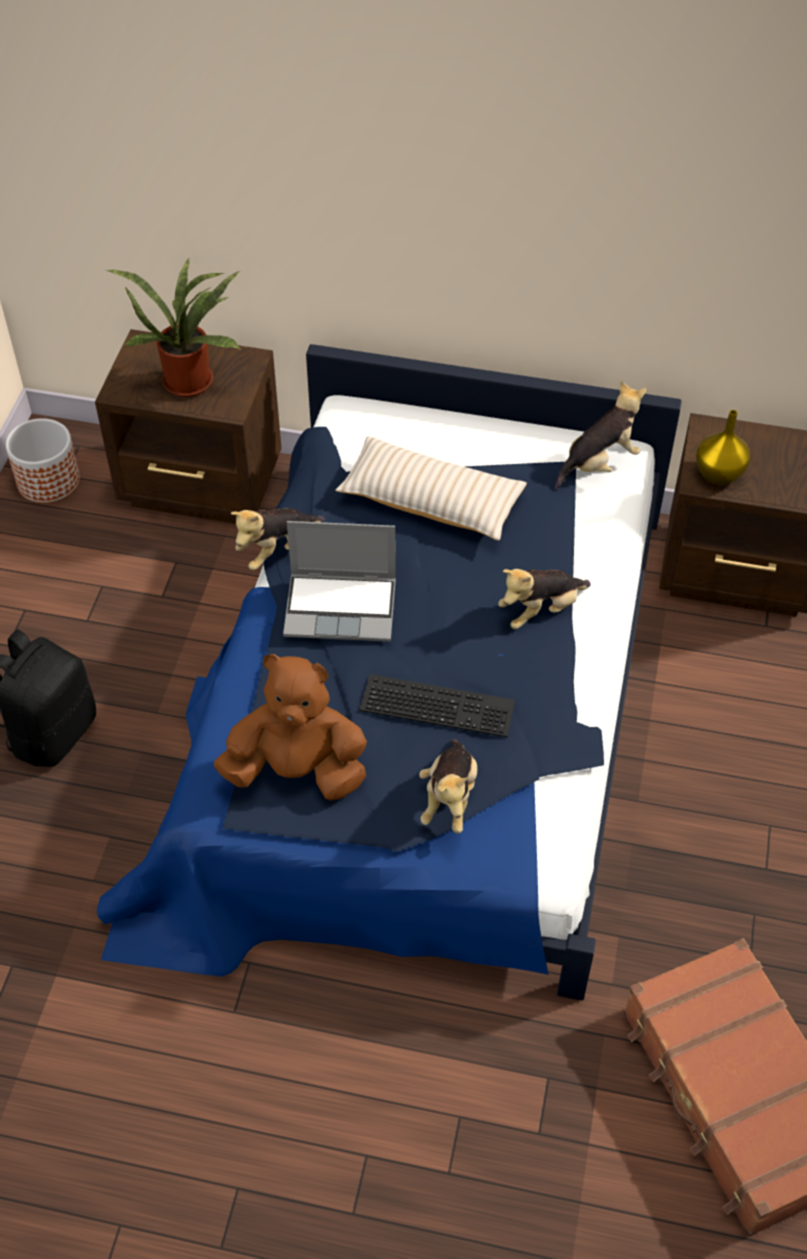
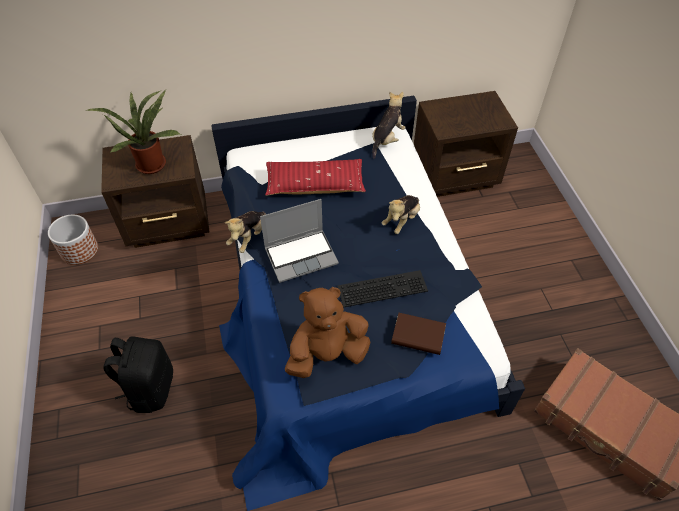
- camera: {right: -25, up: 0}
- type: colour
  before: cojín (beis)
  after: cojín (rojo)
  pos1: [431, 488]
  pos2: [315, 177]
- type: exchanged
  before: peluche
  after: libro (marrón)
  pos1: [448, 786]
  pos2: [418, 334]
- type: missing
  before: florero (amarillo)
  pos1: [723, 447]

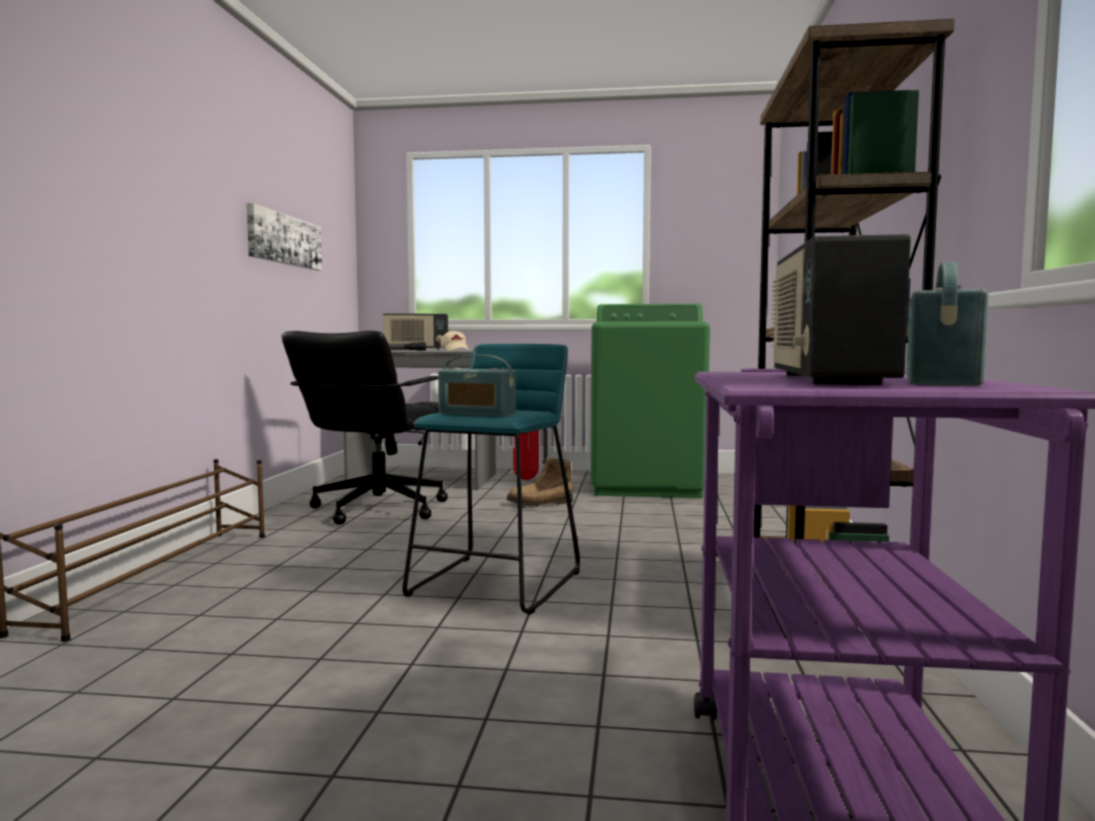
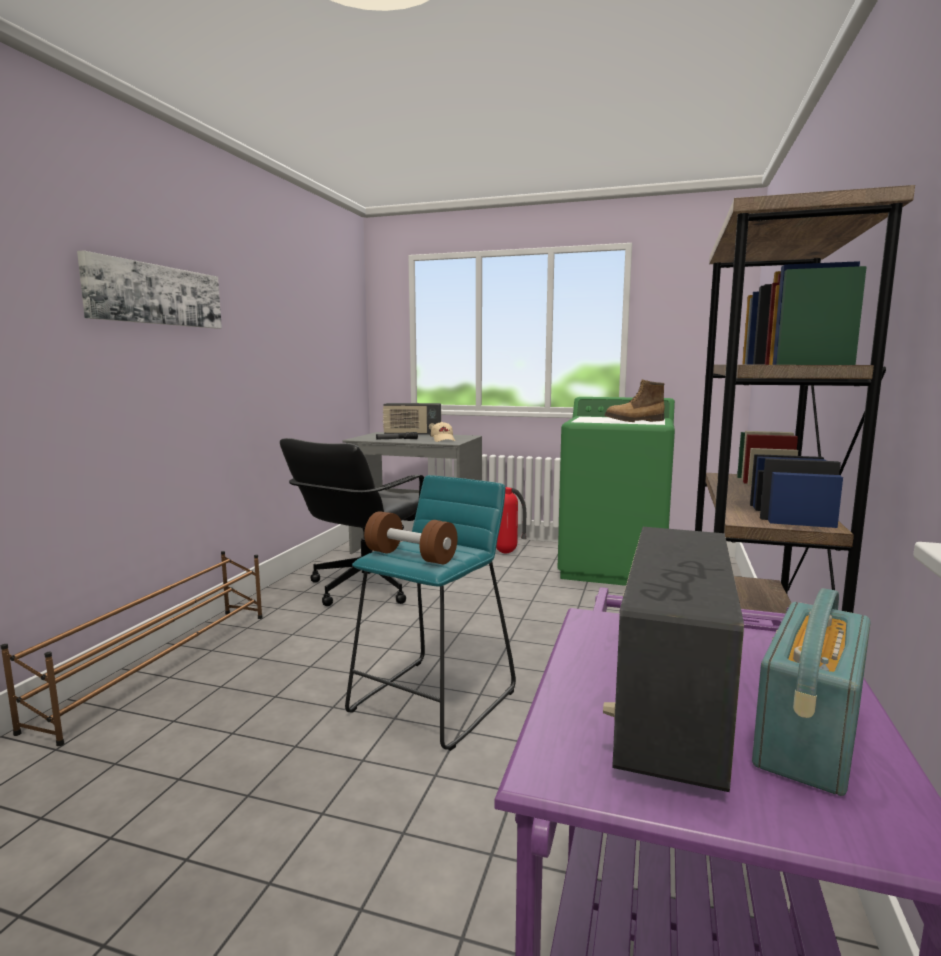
- camera: {right: 10, up: 5}
- type: relocated
  before: cuadro
  pos1: [284, 236]
  pos2: [149, 289]
- type: exchanged
  before: radio
  after: mancuerna (marrón)
  pos1: [477, 385]
  pos2: [411, 537]
- type: relocated
  before: bota
  pos1: [539, 482]
  pos2: [634, 401]

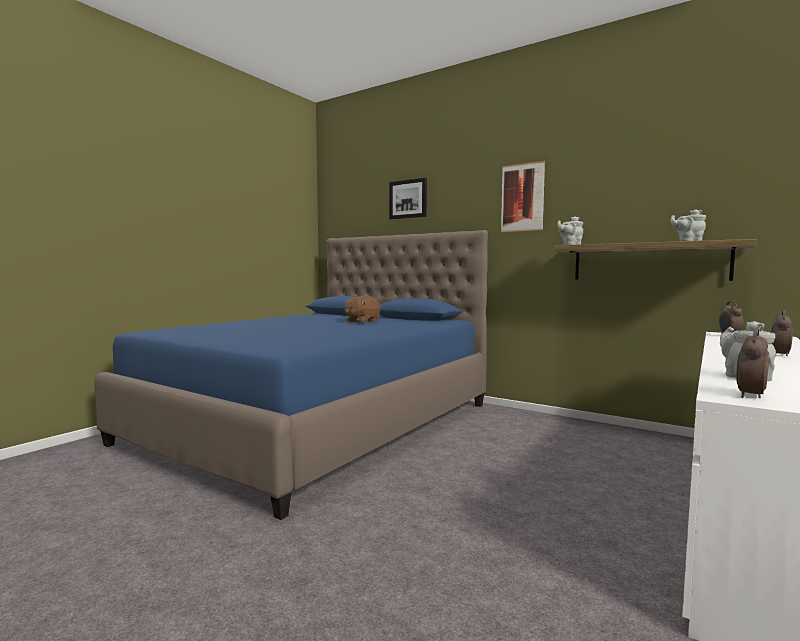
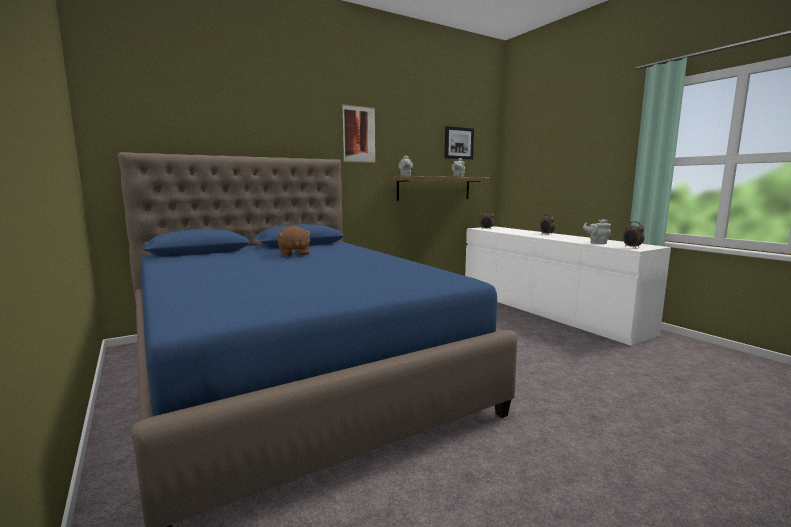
- camera: {right: -65, up: 5}
- type: relocated
  before: cuadro
  pos1: [408, 199]
  pos2: [459, 143]

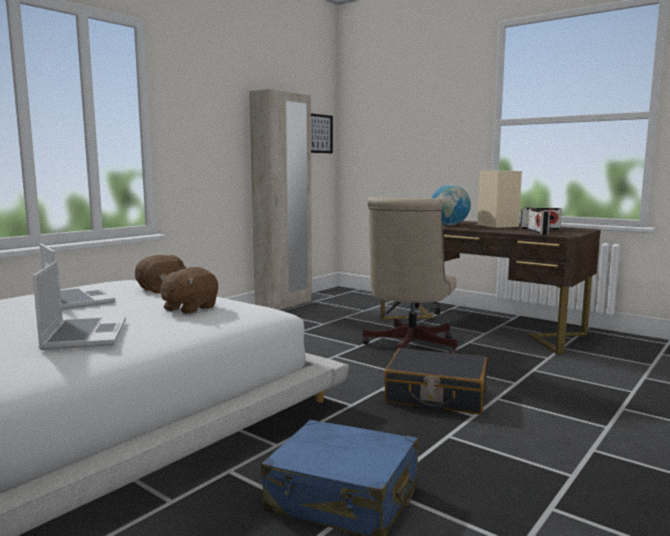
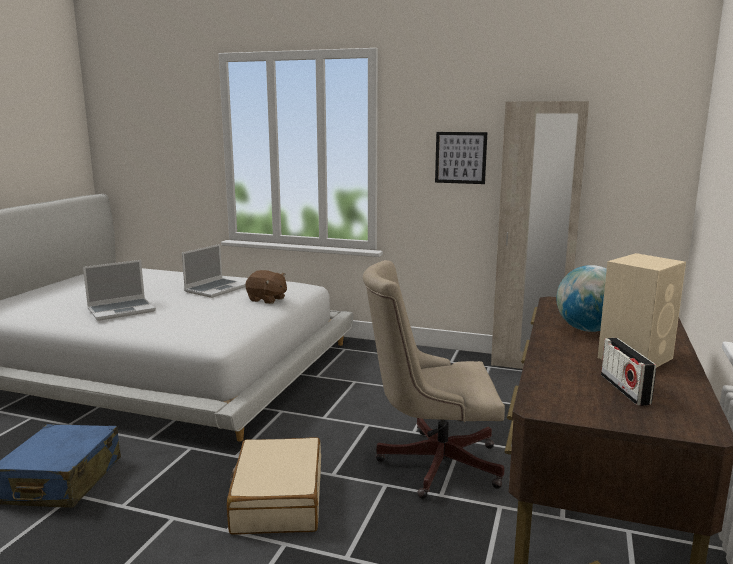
- camera: {right: 70, up: 5}
- type: missing
  before: peluche (marrón)
  pos1: [188, 290]
- type: relocated
  before: cuadro
  pos1: [322, 133]
  pos2: [461, 158]
- type: colour
  before: maleta (negro)
  after: maleta (beis)
  pos1: [435, 381]
  pos2: [274, 485]
- type: missing
  before: radio
  pos1: [538, 221]

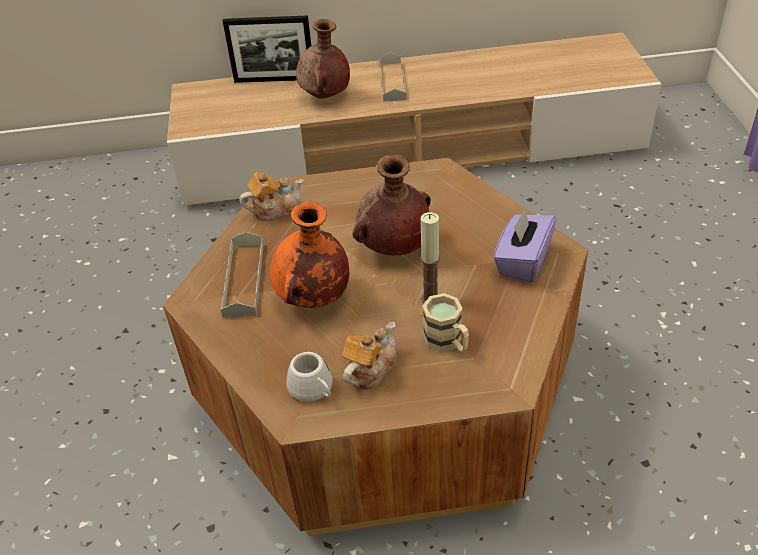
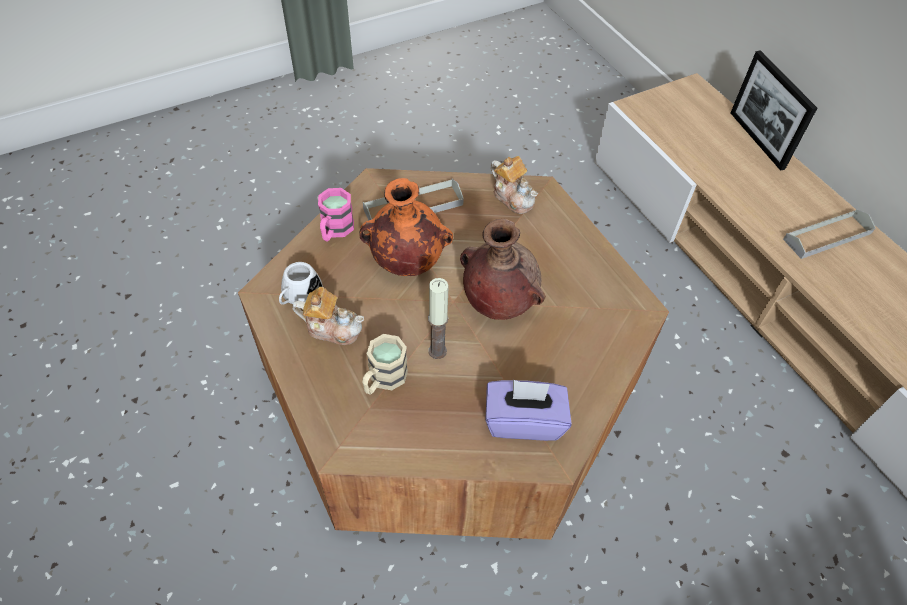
- camera: {right: 65, up: 10}
- type: missing
  before: florero (marrón)
  pos1: [323, 58]
- type: appeared
  after: taza grande (rosa)
  pos2: [336, 214]

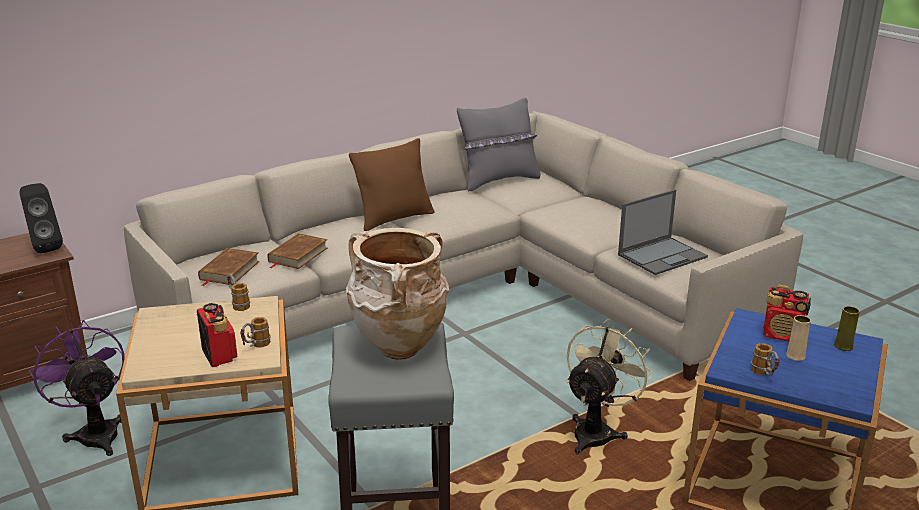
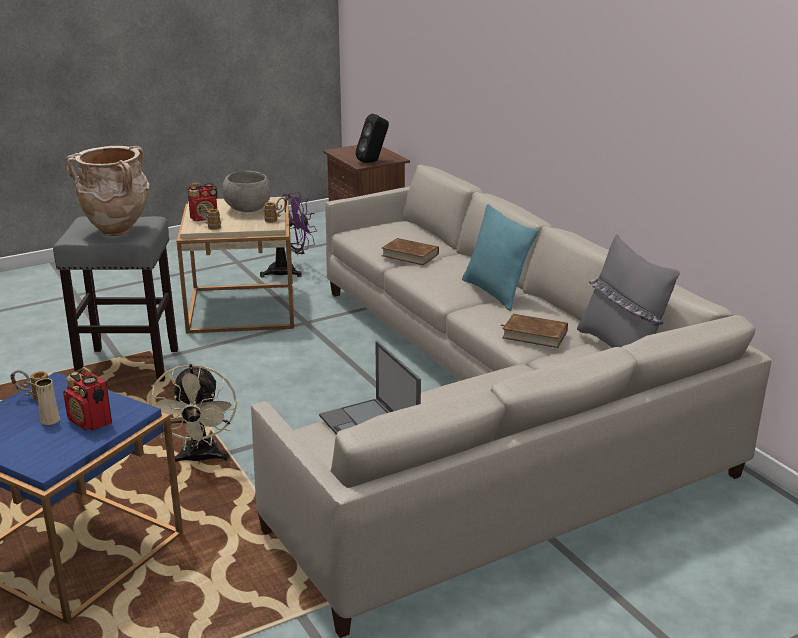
- camera: {right: 95, up: 0}
- type: relocated
  before: libro (marrón)
  pos1: [229, 267]
  pos2: [534, 331]
- type: colour
  before: cojín (marrón)
  after: cojín (turquesa)
  pos1: [391, 184]
  pos2: [500, 257]
- type: spun
  before: ventilador (beis)
  pos1: [610, 387]
  pos2: [193, 414]
  turn: 45
- type: spun
  before: radio
  pos1: [787, 313]
  pos2: [87, 399]
  turn: -75
- type: missing
  before: florero (amarillo)
  pos1: [847, 328]
- type: appeared
  after: cuenco (gris)
  pos2: [246, 191]

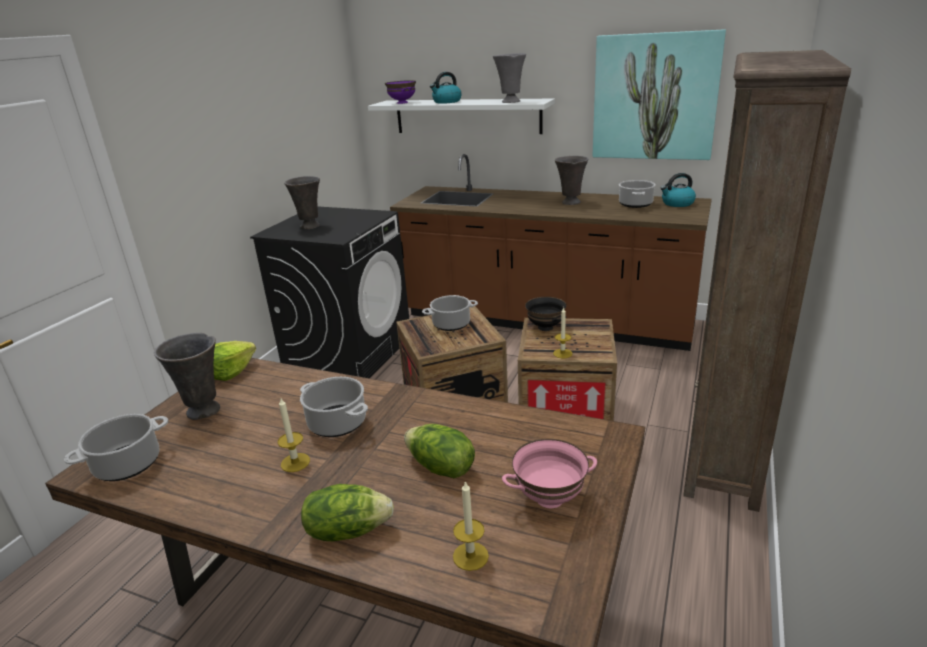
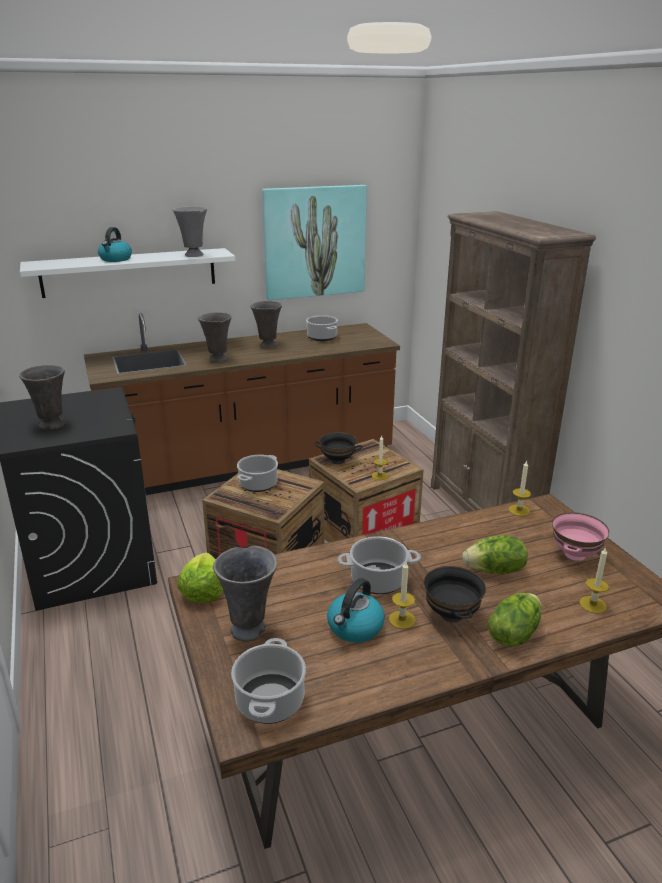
- camera: {right: -45, up: 0}
- type: missing
  before: cuenco (morado)
  pos1: [400, 92]
- type: relocated
  before: hervidor
  pos1: [678, 190]
  pos2: [356, 610]
- type: appeared
  after: florero (gris)
  pos2: [215, 337]
- type: appeared
  after: cuenco (negro)
  pos2: [455, 594]
- type: appeared
  after: vela
  pos2: [519, 488]

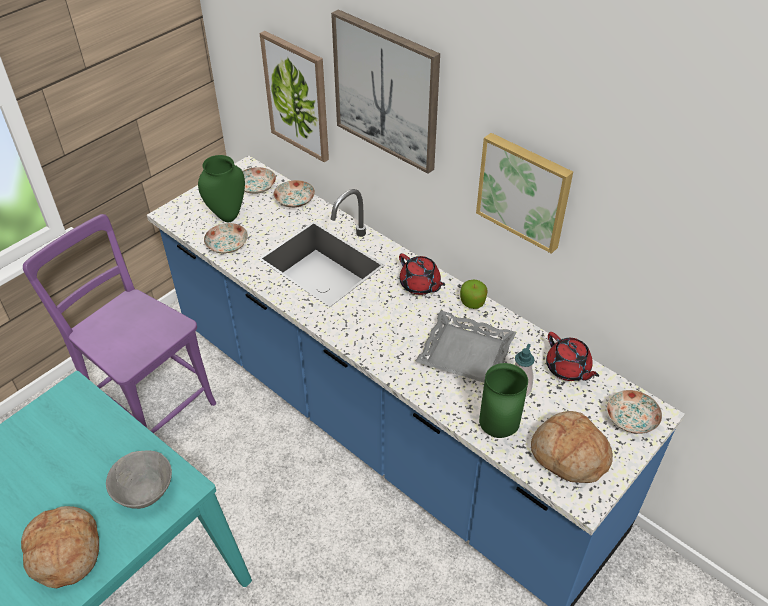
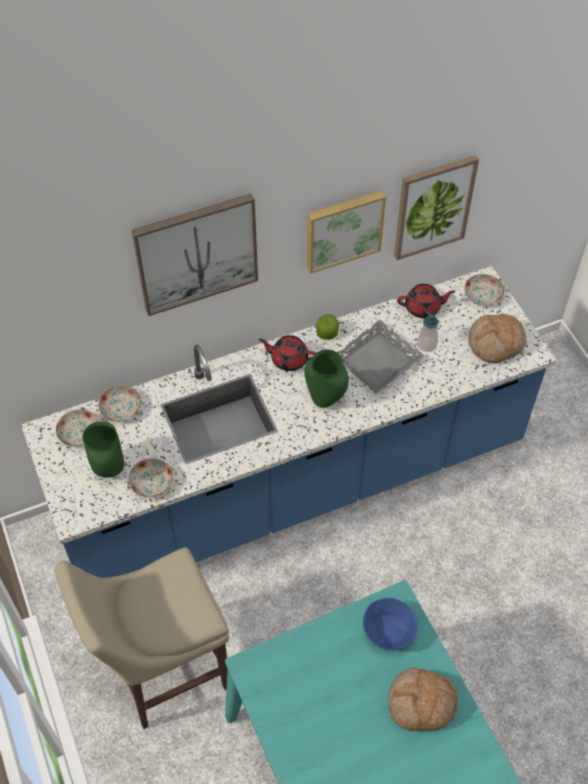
- camera: {right: -65, up: 10}
- type: exchanged
  before: silla (morado)
  after: taburete (beis)
  pos1: [119, 323]
  pos2: [142, 638]
- type: colour
  before: cuenco (gris)
  after: cuenco (azul)
  pos1: [139, 479]
  pos2: [390, 624]
- type: relocated
  before: cuadro
  pos1: [294, 96]
  pos2: [436, 207]
- type: spun
  before: tetera (rojo)
  pos1: [422, 274]
  pos2: [287, 353]
  turn: -150
- type: relocated
  before: florero (verde)
  pos1: [503, 400]
  pos2: [326, 378]

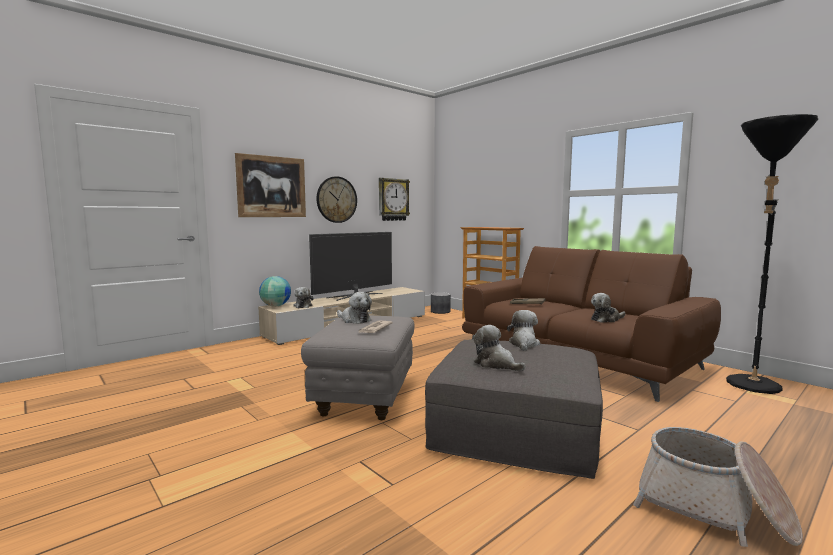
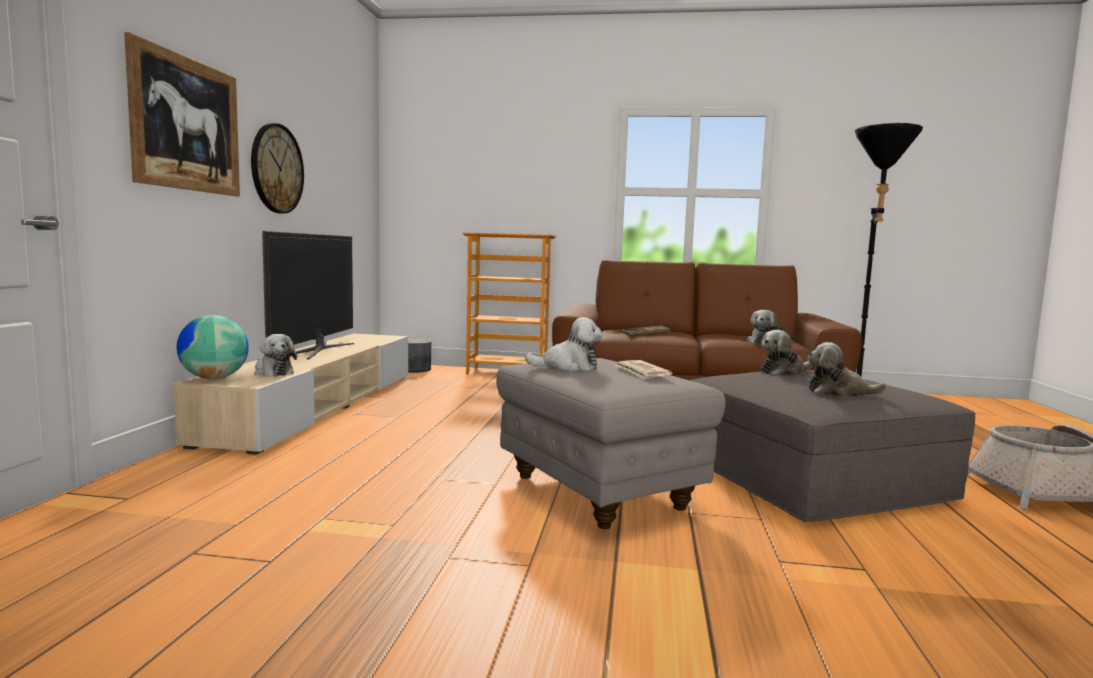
- camera: {right: -40, up: 0}
- type: missing
  before: reloj de pared
  pos1: [394, 199]
- type: spun
  before: peluche
  pos1: [523, 330]
  pos2: [786, 353]
  turn: -90

